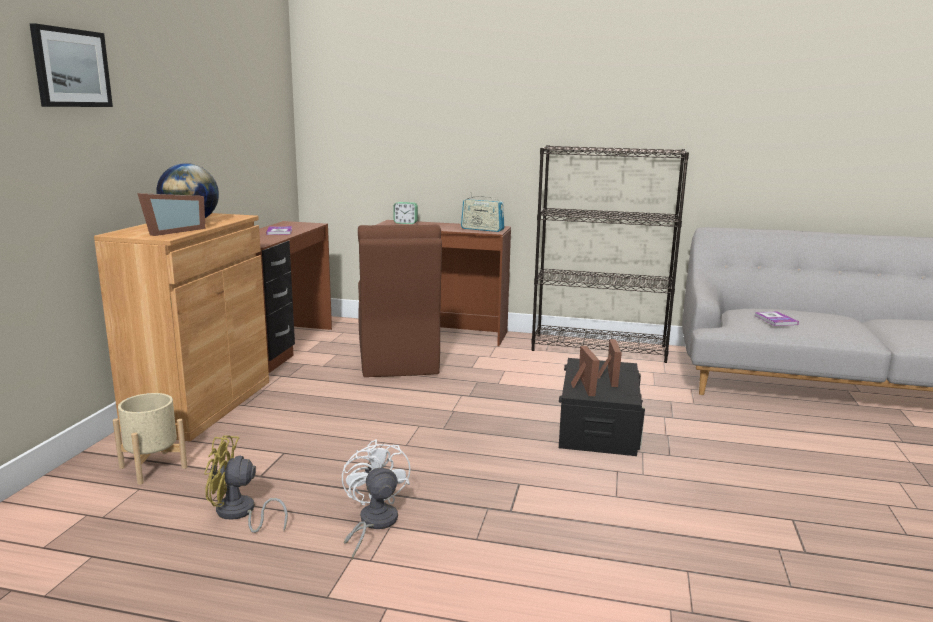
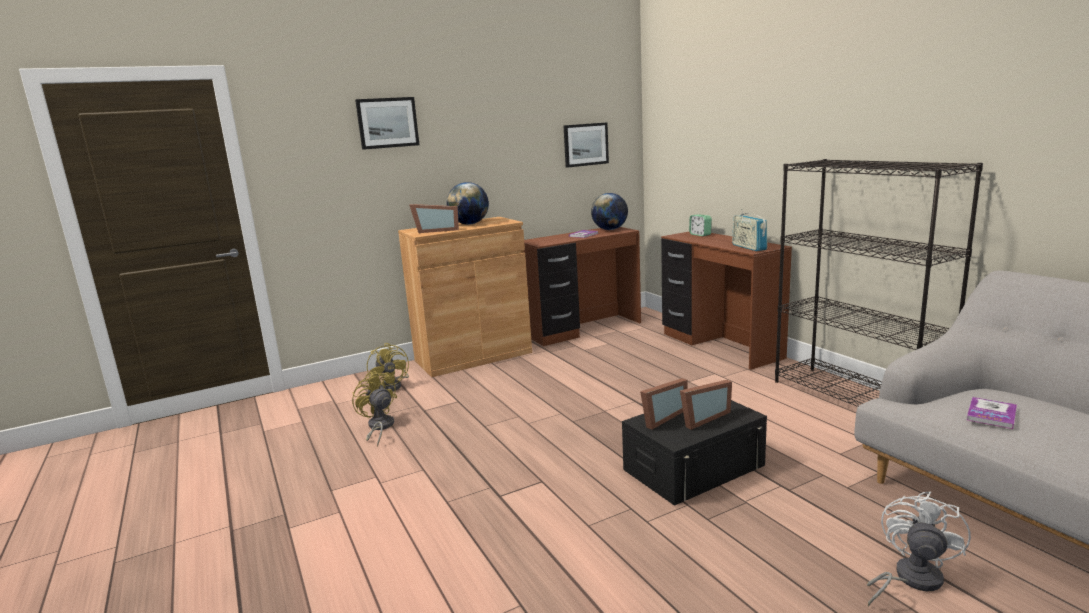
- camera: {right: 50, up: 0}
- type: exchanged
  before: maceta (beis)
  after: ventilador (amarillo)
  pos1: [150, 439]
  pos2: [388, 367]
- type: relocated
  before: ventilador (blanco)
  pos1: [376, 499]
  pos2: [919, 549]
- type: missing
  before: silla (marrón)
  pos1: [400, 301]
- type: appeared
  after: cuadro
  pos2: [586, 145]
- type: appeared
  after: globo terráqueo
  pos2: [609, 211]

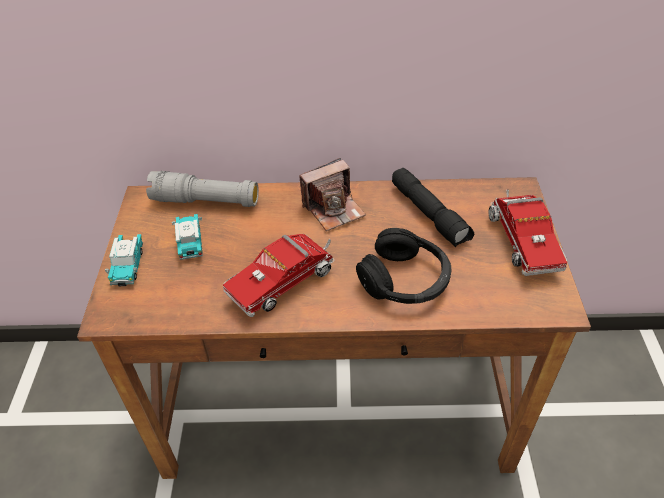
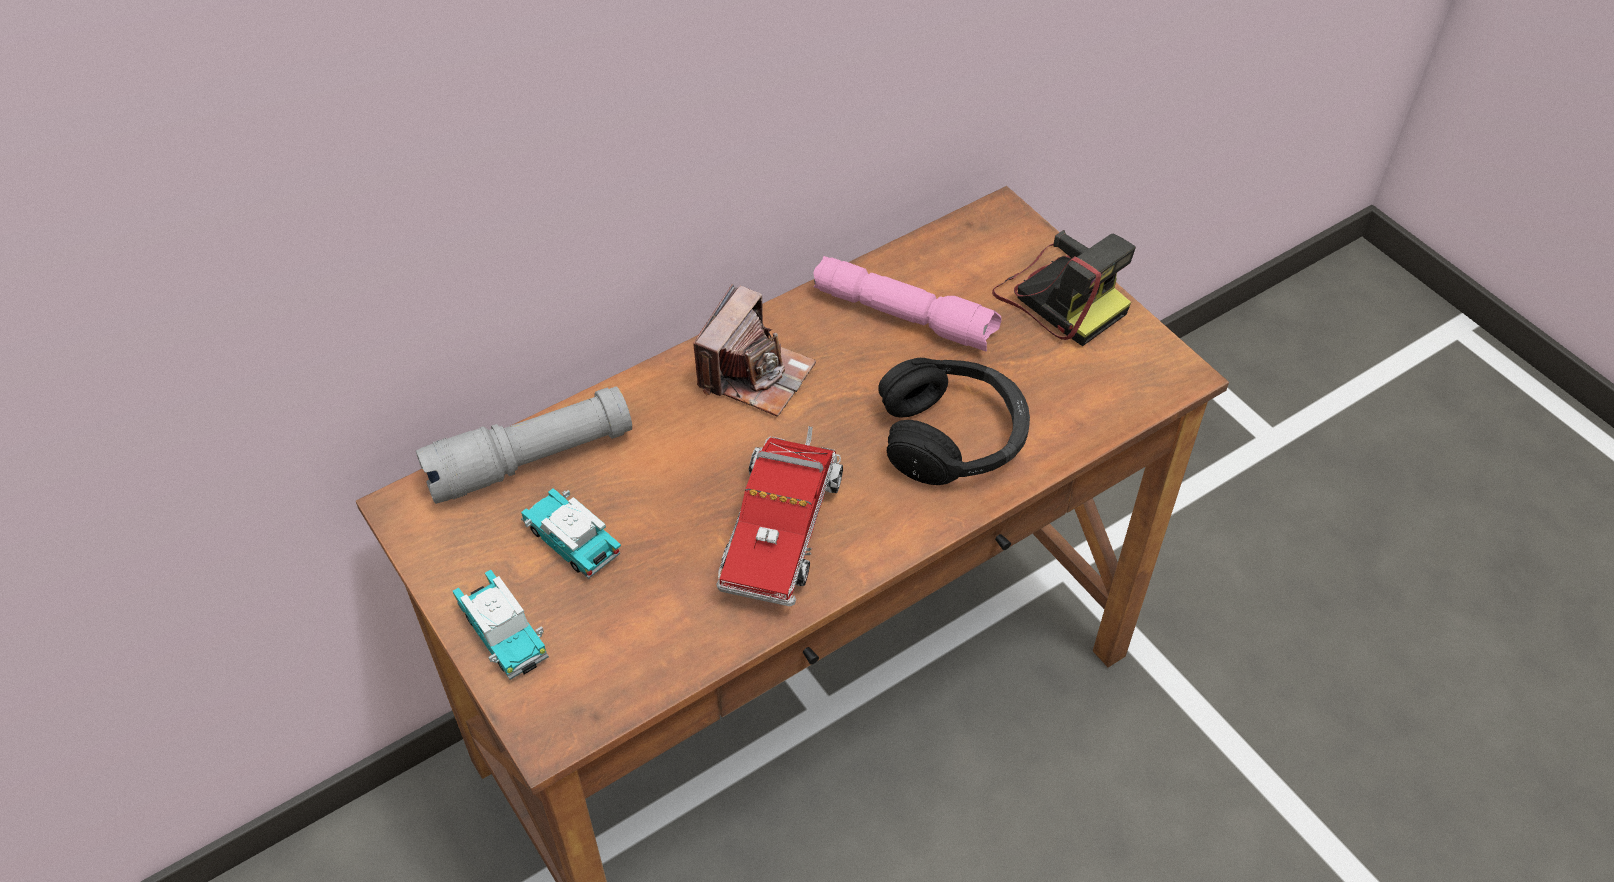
- camera: {right: -35, up: 5}
- type: colour
  before: linterna (negro)
  after: linterna (rosa)
  pos1: [433, 207]
  pos2: [908, 304]
- type: exchanged
  before: camión de juguete
  after: cámara
  pos1: [528, 233]
  pos2: [1064, 288]

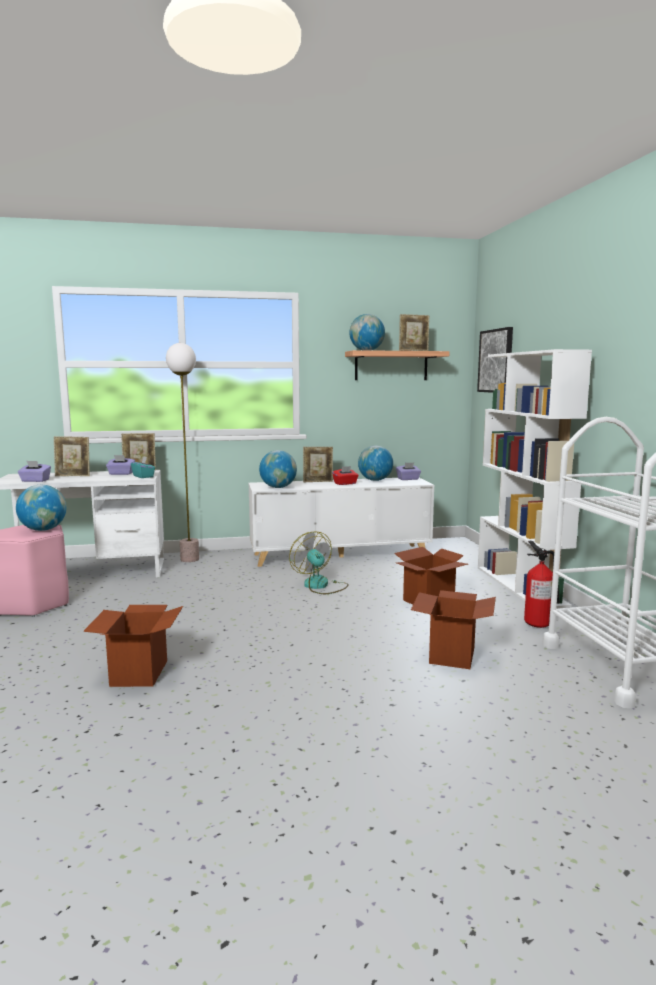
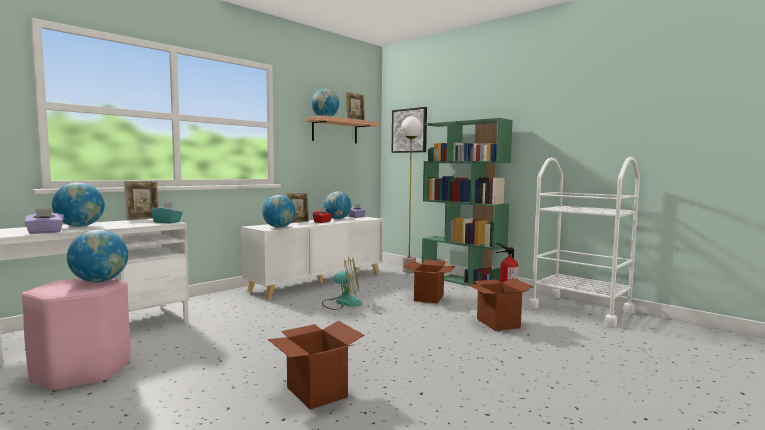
- camera: {right: -35, up: -5}
- type: exchanged
  before: portarretratos
  after: globo terráqueo
  pos1: [72, 456]
  pos2: [78, 204]
- type: missing
  before: caja de pañuelos (morado)
  pos1: [120, 465]
- type: relocated
  before: lámpara de pie
  pos1: [182, 452]
  pos2: [411, 194]
- type: spun
  before: ventilador
  pos1: [319, 562]
  pos2: [342, 283]
  turn: 150
- type: colour
  before: estantería (blanco)
  after: estantería (verde)
  pos1: [535, 479]
  pos2: [467, 202]

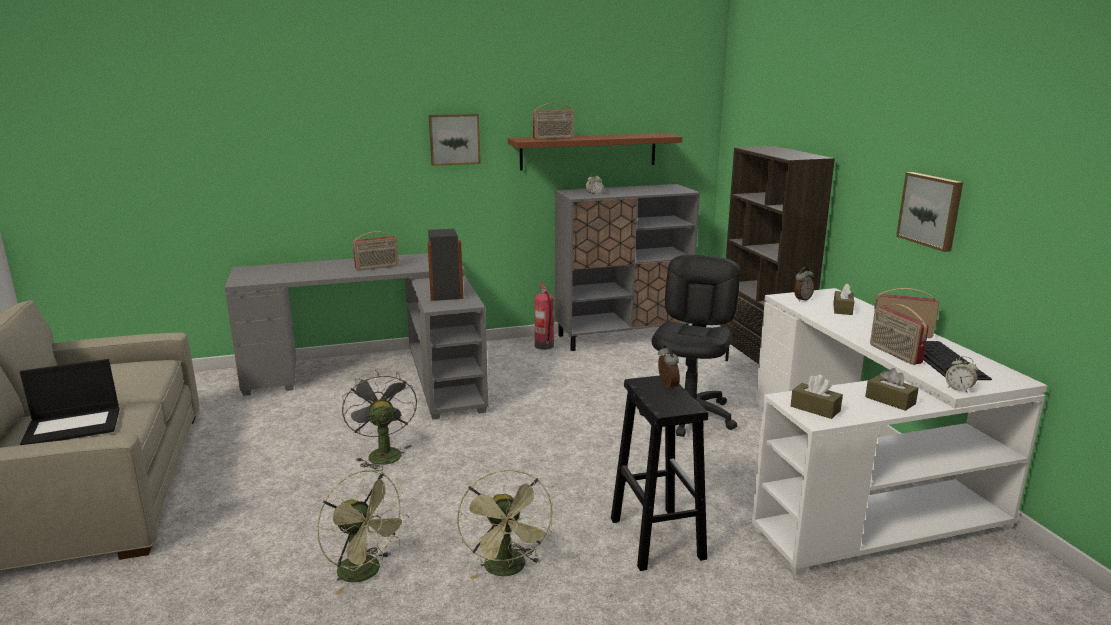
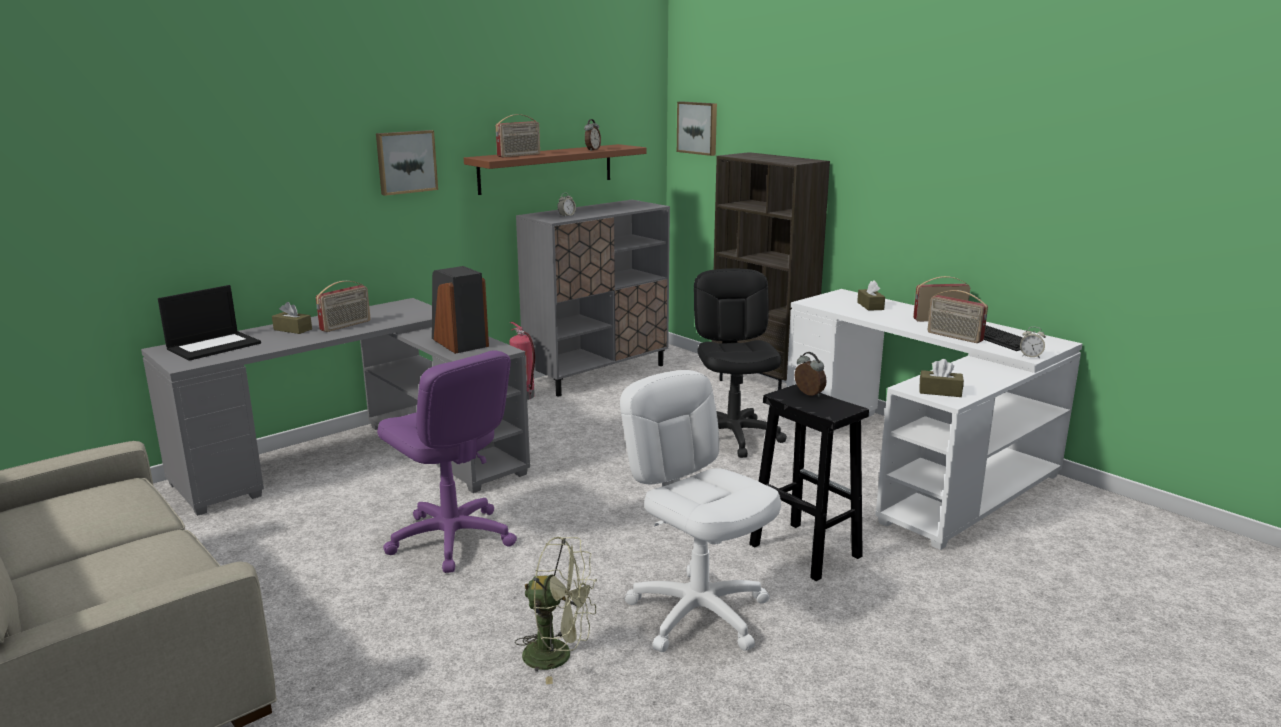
- camera: {right: -25, up: 0}
- type: relocated
  before: portátil
  pos1: [70, 402]
  pos2: [209, 323]
- type: exchanged
  before: ventilador (gris)
  after: silla de oficina (morado)
  pos1: [379, 420]
  pos2: [447, 461]
- type: exchanged
  before: ventilador (verde)
  after: silla de oficina (blanco)
  pos1: [505, 524]
  pos2: [700, 511]
- type: relocated
  before: despertador
  pos1: [804, 284]
  pos2: [592, 135]
- type: relocated
  before: caja de pañuelos (marrón)
  pos1: [892, 389]
  pos2: [292, 318]
- type: relocated
  before: cuadro
  pos1: [929, 212]
  pos2: [697, 128]

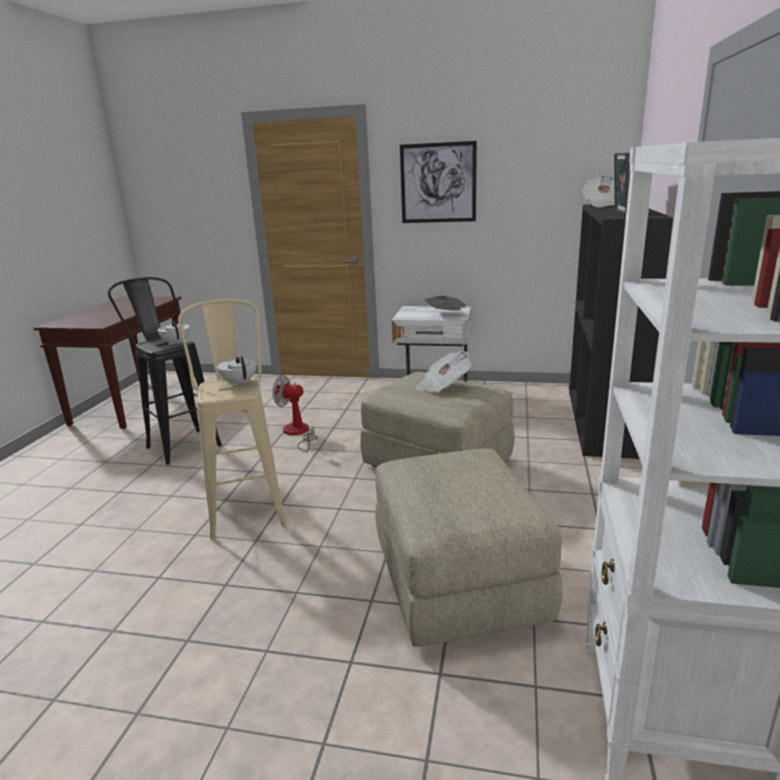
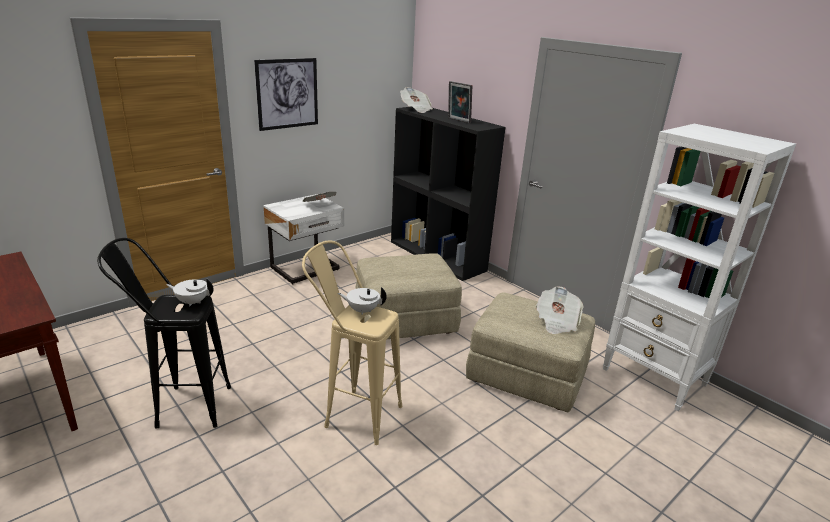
- camera: {right: -55, up: 5}
- type: missing
  before: ventilador
  pos1: [294, 413]
- type: relocated
  before: periódico
  pos1: [444, 372]
  pos2: [560, 310]

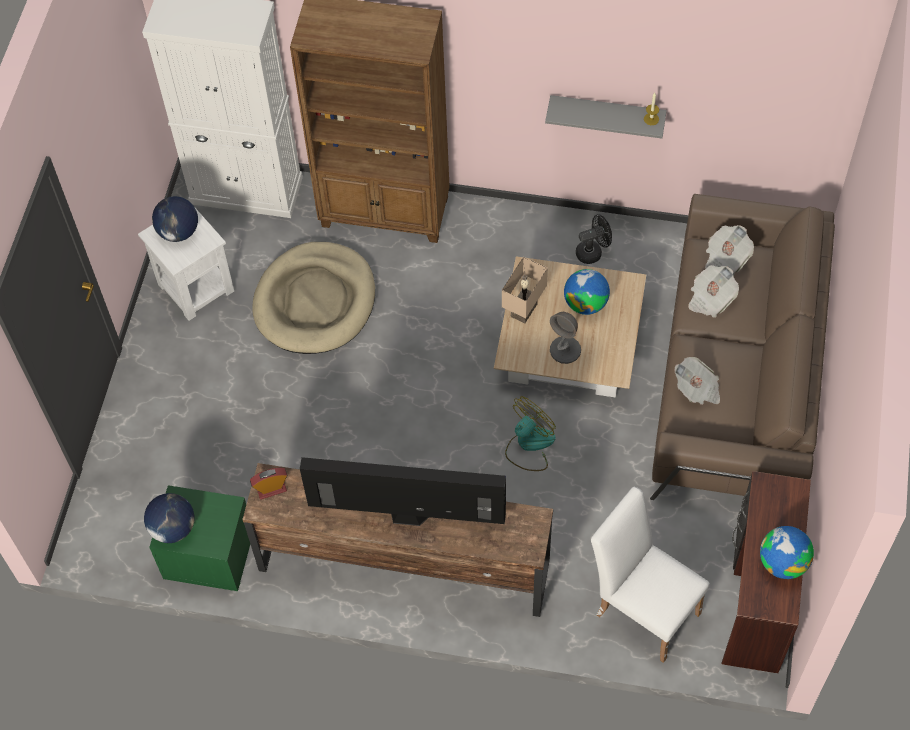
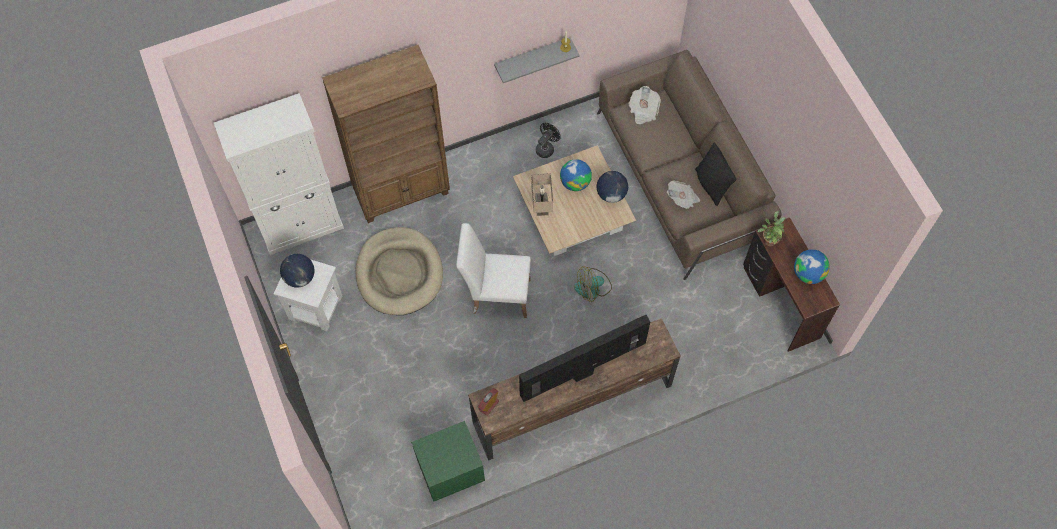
- camera: {right: -35, up: 5}
- type: relocated
  before: globo terráqueo
  pos1: [169, 518]
  pos2: [612, 187]
- type: spun
  before: ventilador
  pos1: [530, 433]
  pos2: [593, 284]
  turn: -120
- type: missing
  before: lámpara de mesa (gris)
  pos1: [565, 338]
- type: relocated
  before: silla (blanco)
  pos1: [650, 575]
  pos2: [493, 270]
- type: missing
  before: periódico
  pos1: [713, 291]
- type: appeared
  after: cojín (negro)
  pos2: [716, 174]
- type: appeared
  after: planta en maceta
  pos2: [771, 228]

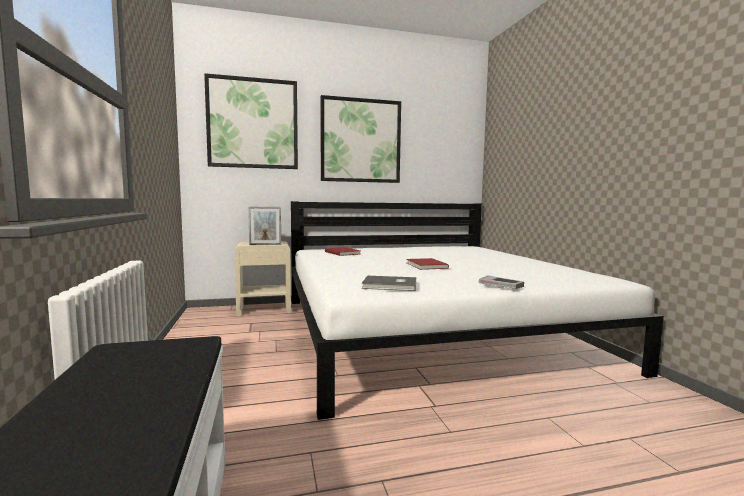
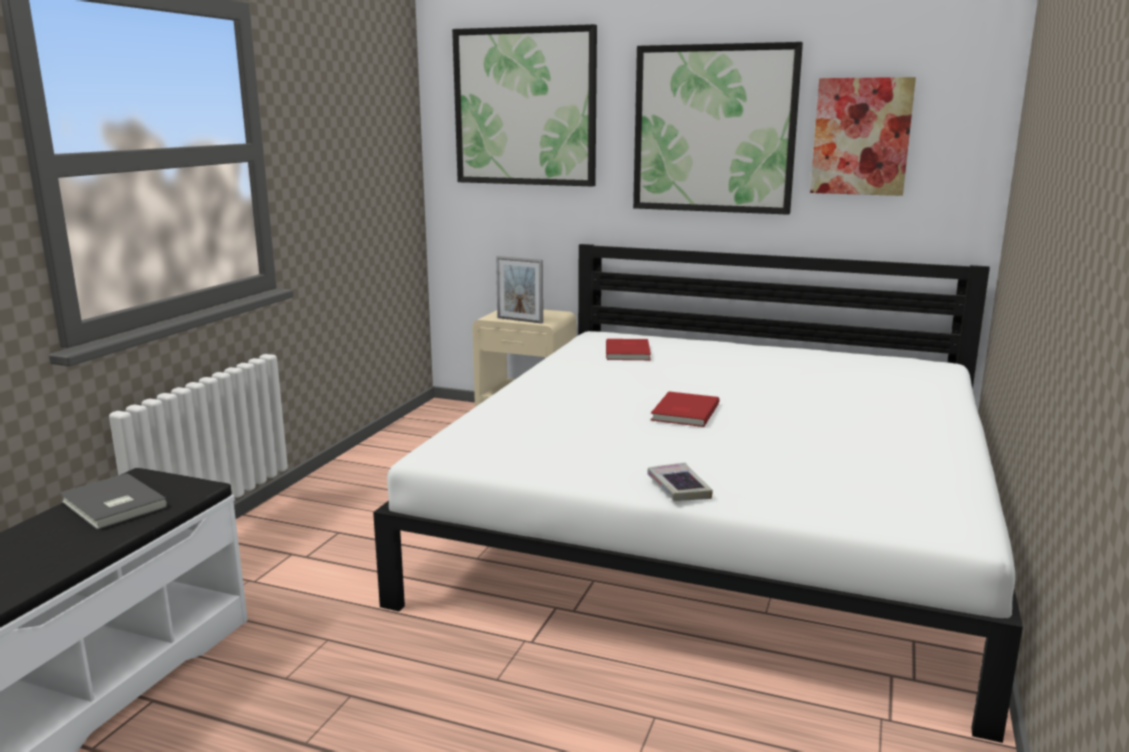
- camera: {right: 35, up: 10}
- type: relocated
  before: libro (gris)
  pos1: [389, 283]
  pos2: [114, 501]
- type: appeared
  after: cuadro
  pos2: [863, 136]

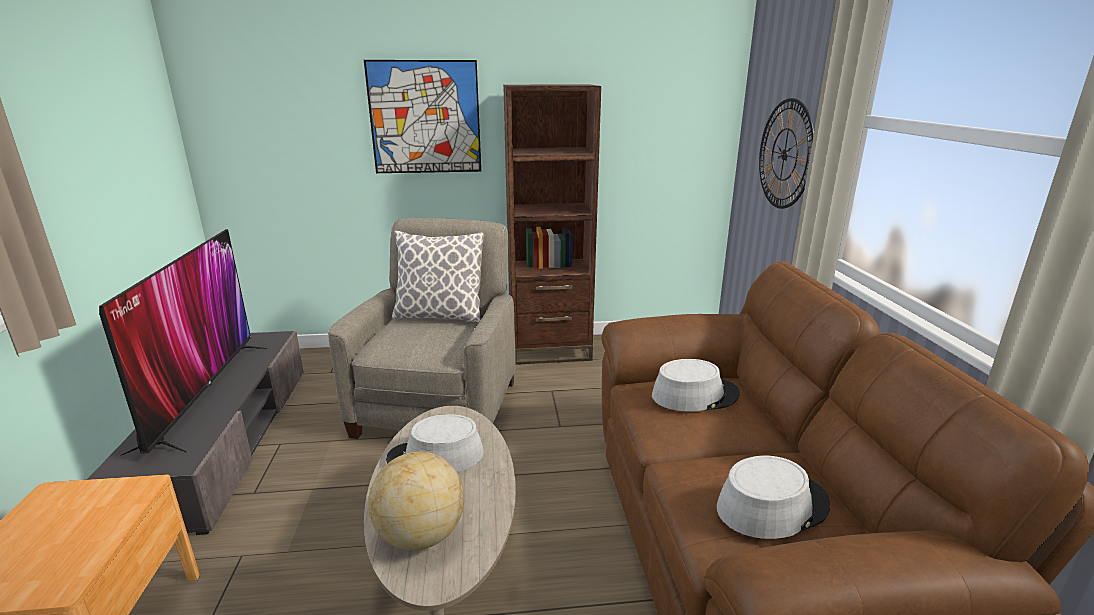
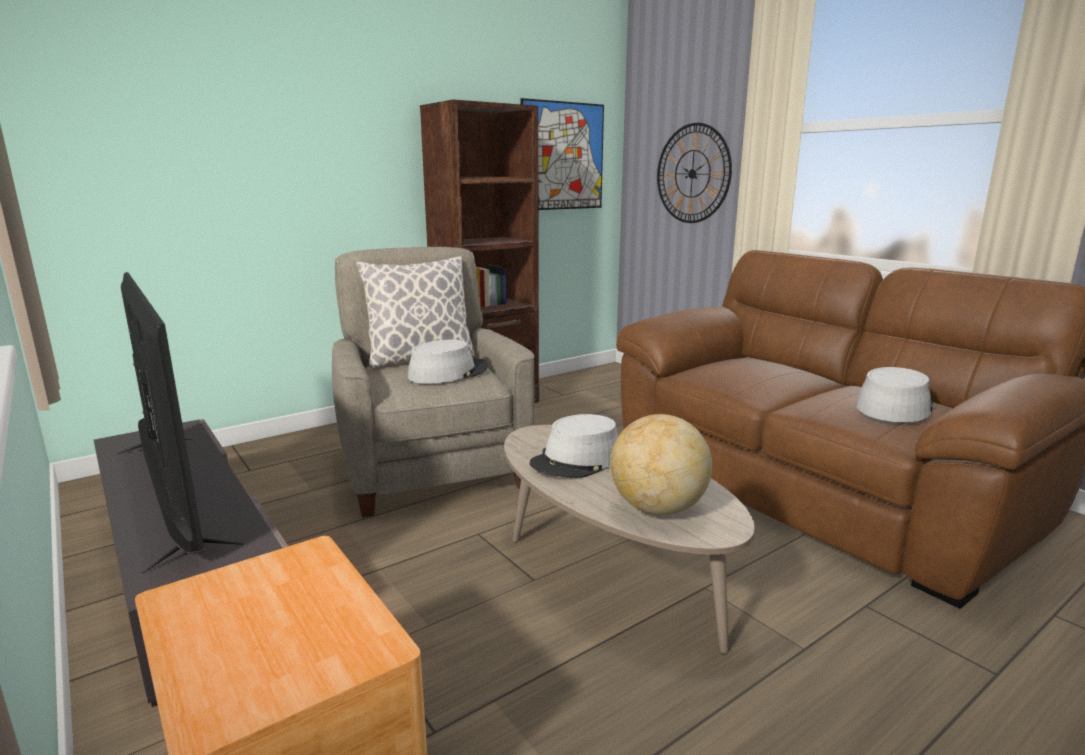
- camera: {right: -30, up: -5}
- type: relocated
  before: cuadro
  pos1: [422, 116]
  pos2: [562, 154]
- type: relocated
  before: sombrero (gris)
  pos1: [696, 385]
  pos2: [448, 362]

